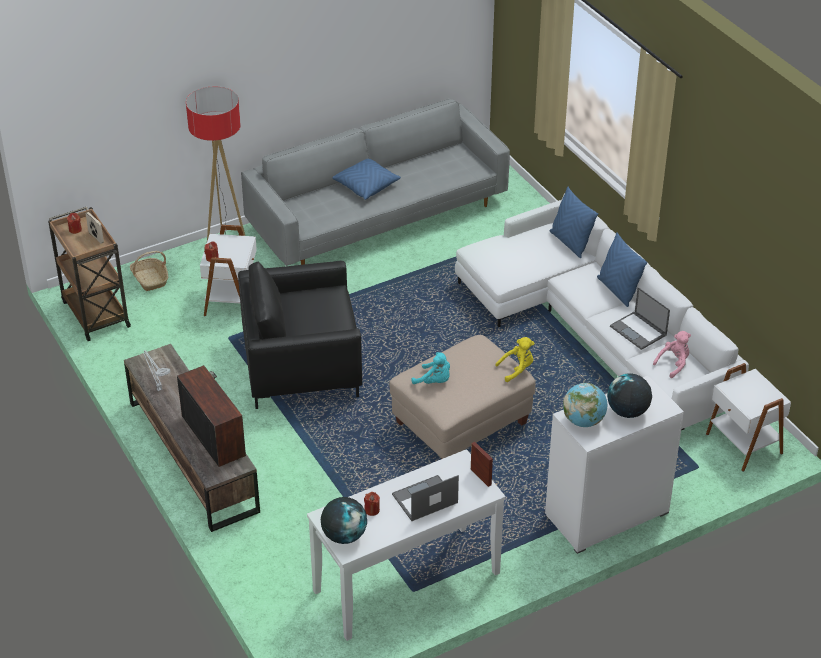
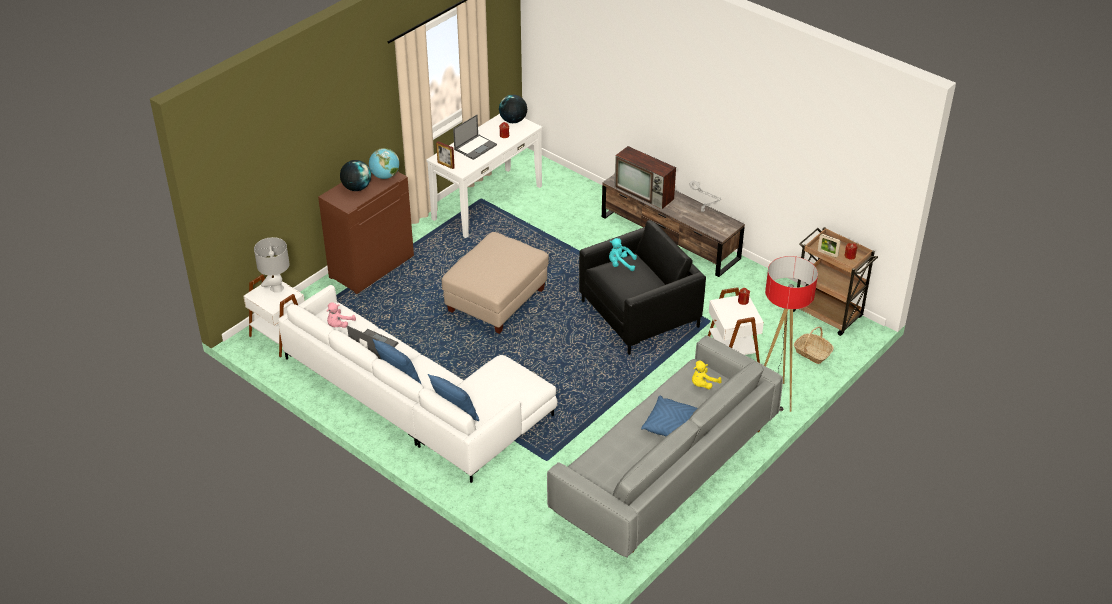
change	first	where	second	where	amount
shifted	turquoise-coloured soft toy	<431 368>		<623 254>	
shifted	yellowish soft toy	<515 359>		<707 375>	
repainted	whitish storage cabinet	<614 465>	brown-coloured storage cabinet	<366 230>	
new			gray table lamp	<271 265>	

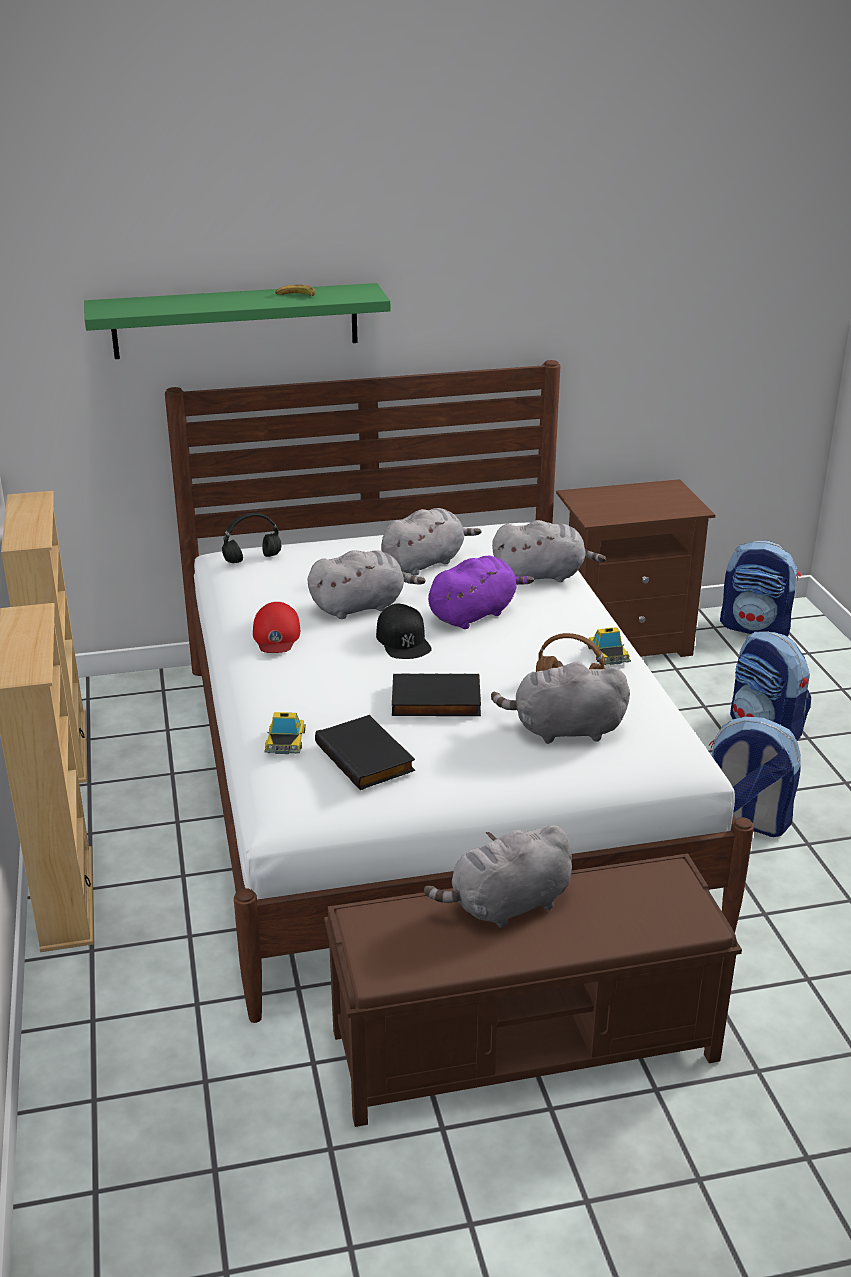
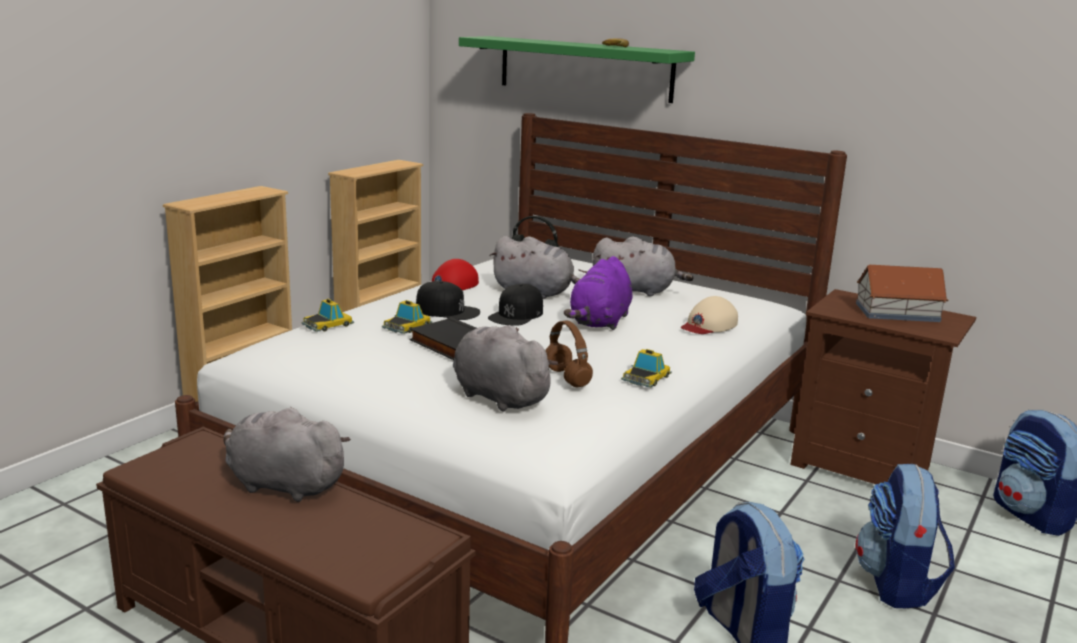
change	first	where	second	where	amount
gone	blackish book	<365 752>			
rotated	purple-coloured soft toy	<481 592>		<598 293>	105 degrees clockwise
swapped	gray soft toy	<549 551>	beige-coloured peaked cap	<709 315>	
new			model car	<407 317>	
new			blackish peaked cap	<448 300>	
new			miniature house	<902 293>	

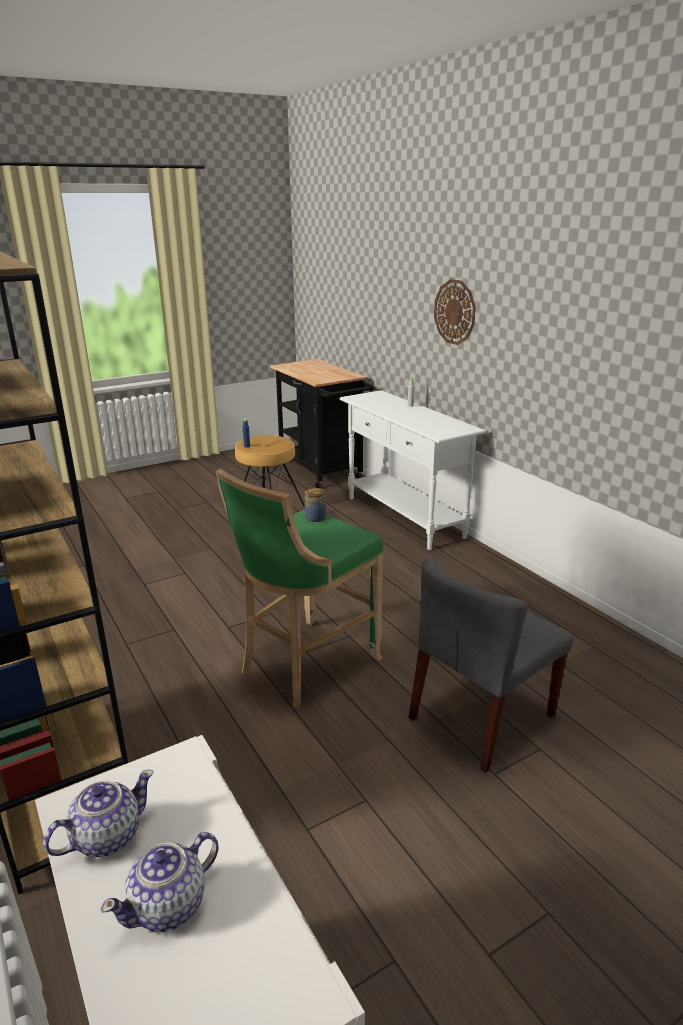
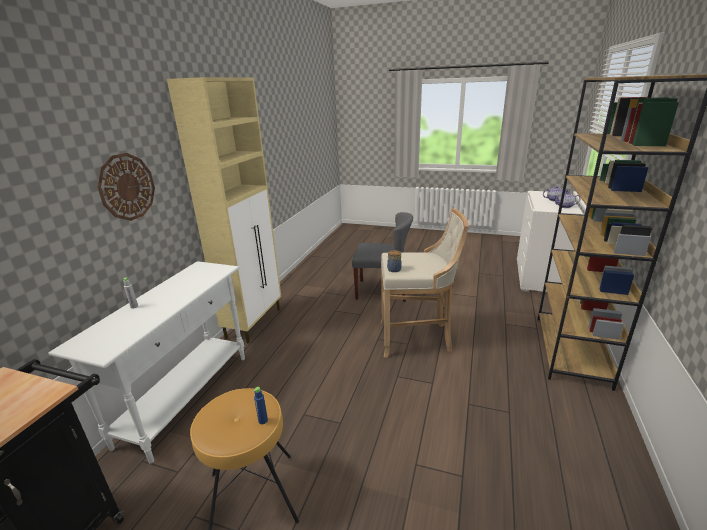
change	first	where	second	where	amount
repainted	greenish stool seat	<299 588>	beige-coloured stool seat	<425 283>	
new			beige-coloured storage cabinet	<224 210>	

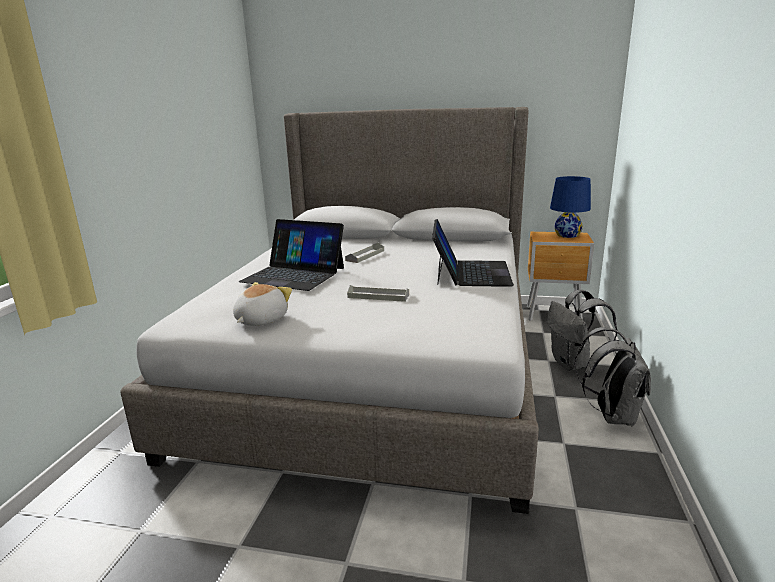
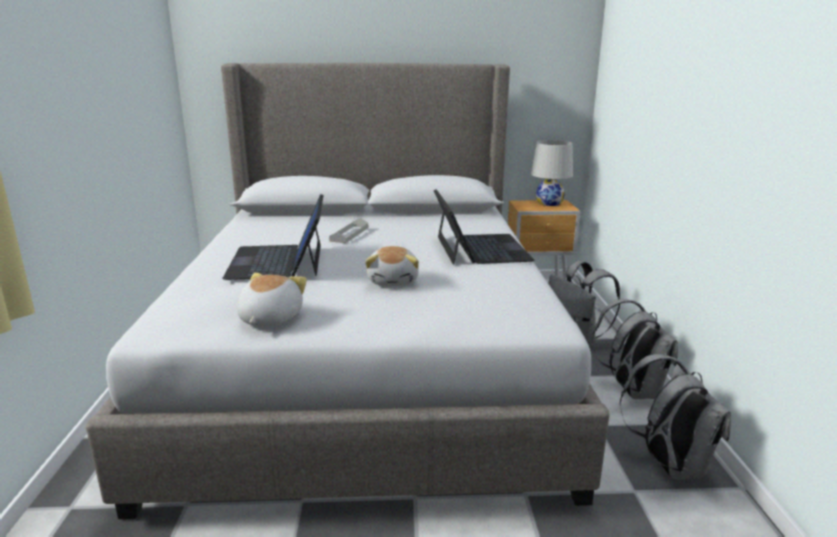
change	first	where	second	where	amount
rotated	laptop	<291 255>		<273 237>	75 degrees clockwise
swapped	gray tray	<378 293>	soft toy	<392 266>	
repainted	blue-coloured table lamp	<570 207>	whitish table lamp	<552 173>	
new			gray knapsack	<675 417>	

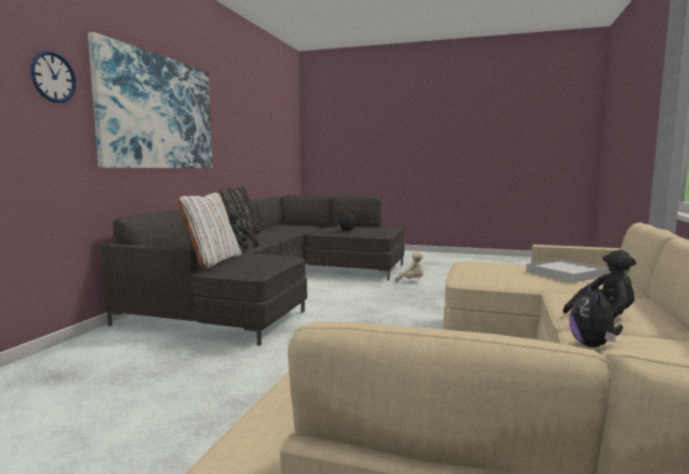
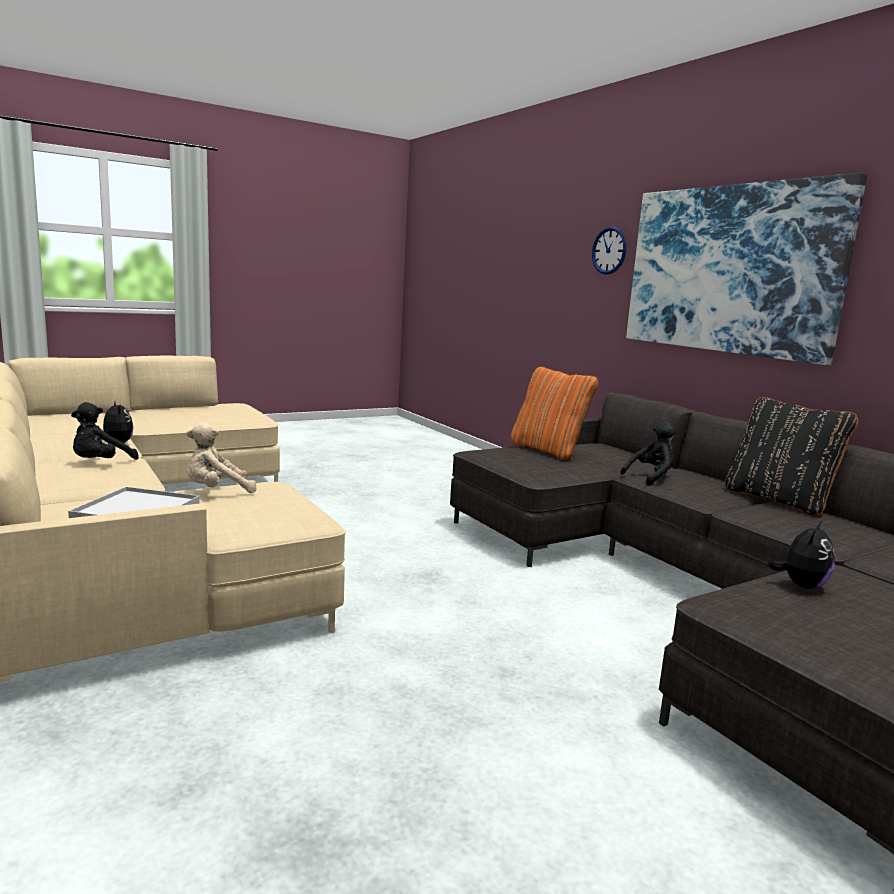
change	first	where	second	where	amount
repainted	whitish pillow	<209 231>	orange pillow	<555 413>	
shifted	beige-coloured soft toy	<409 266>		<221 457>	

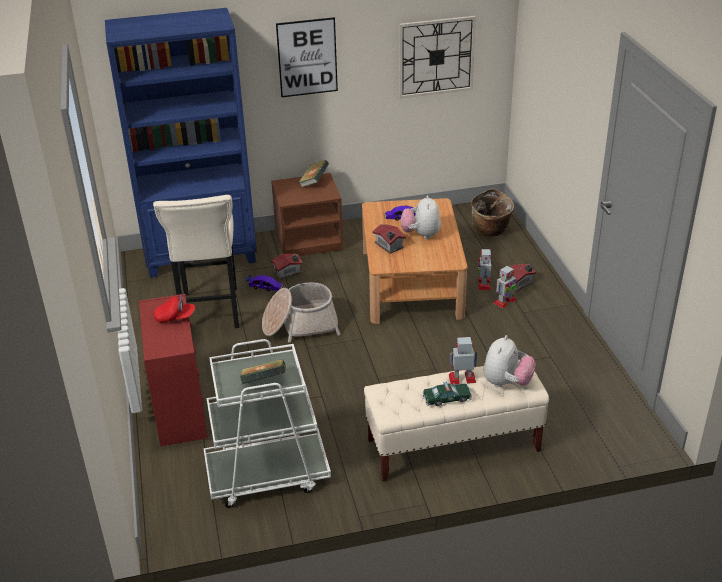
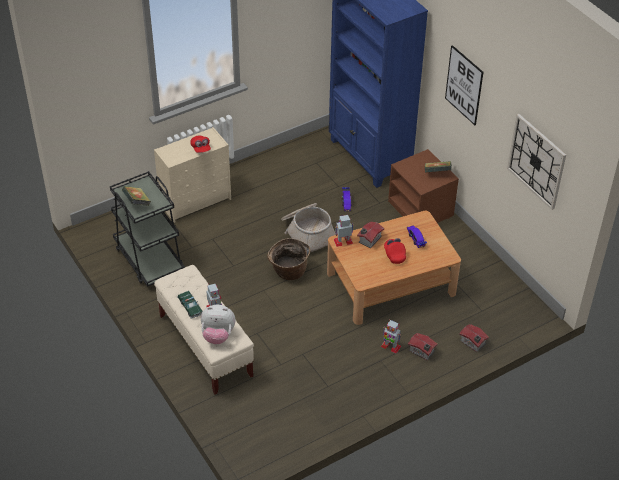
change	first	where	second	where	amount
repainted	red drawer chest	<173 370>	beige-coloured drawer chest	<192 175>	
gone	beige-coloured stool seat	<196 261>			
repainted	whitish wheeled cart	<267 423>	blackish wheeled cart	<147 229>	
shifted	miniature house	<287 266>		<474 338>	
swapped	soft toy	<421 217>	red peaked cap	<395 251>	
shifted	storage basket	<492 212>		<289 259>	
shifted	model robot	<484 269>		<344 231>	

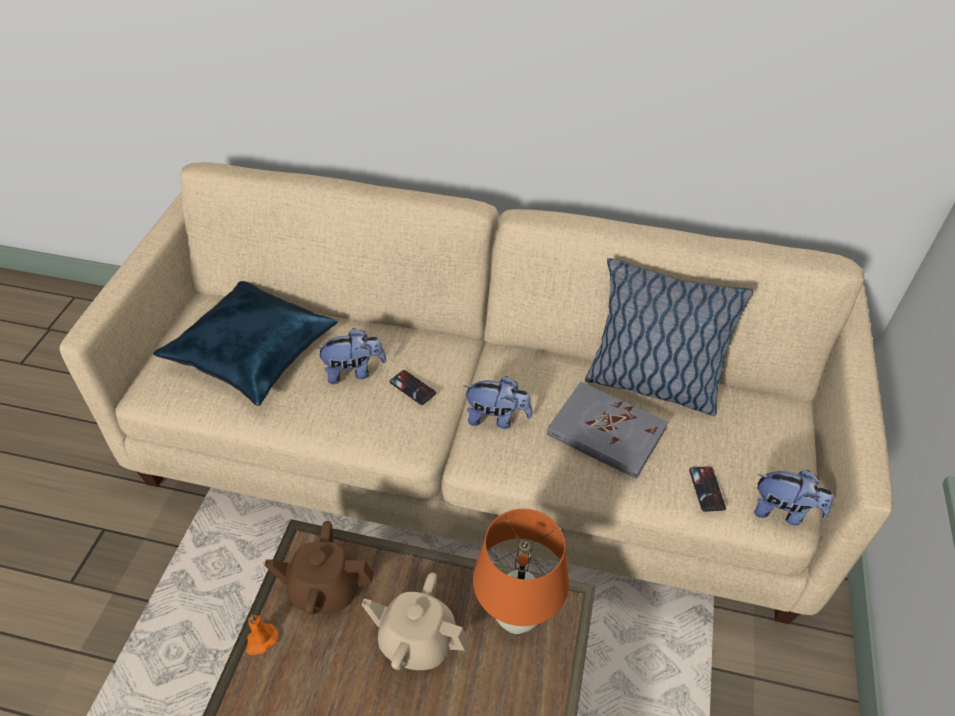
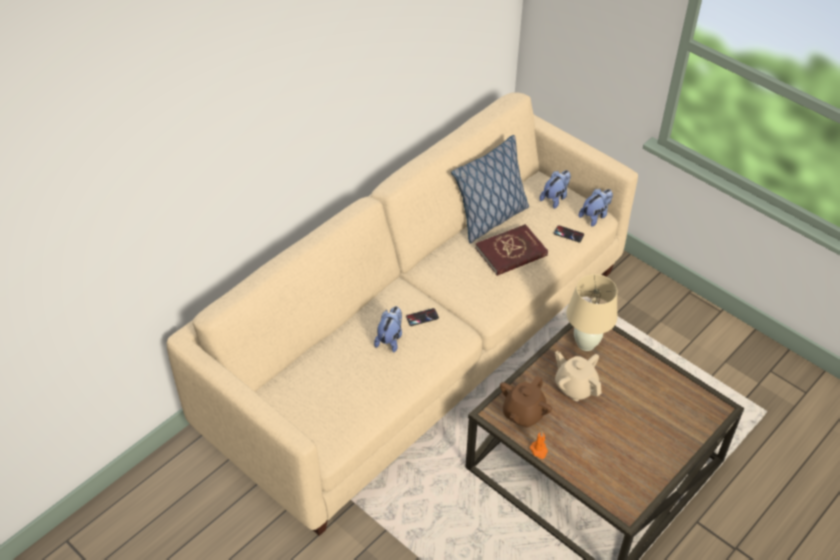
change	first	where	second	where	amount
gone	blue-coloured pillow	<245 343>			
rotated	beige-coloured pot for tea	<415 621>		<578 376>	90 degrees clockwise
shifted	soft toy	<498 402>		<555 189>	
repainted	orange table lamp	<521 571>	beige-coloured table lamp	<592 312>	
repainted	gray book	<607 430>	red book	<511 250>	

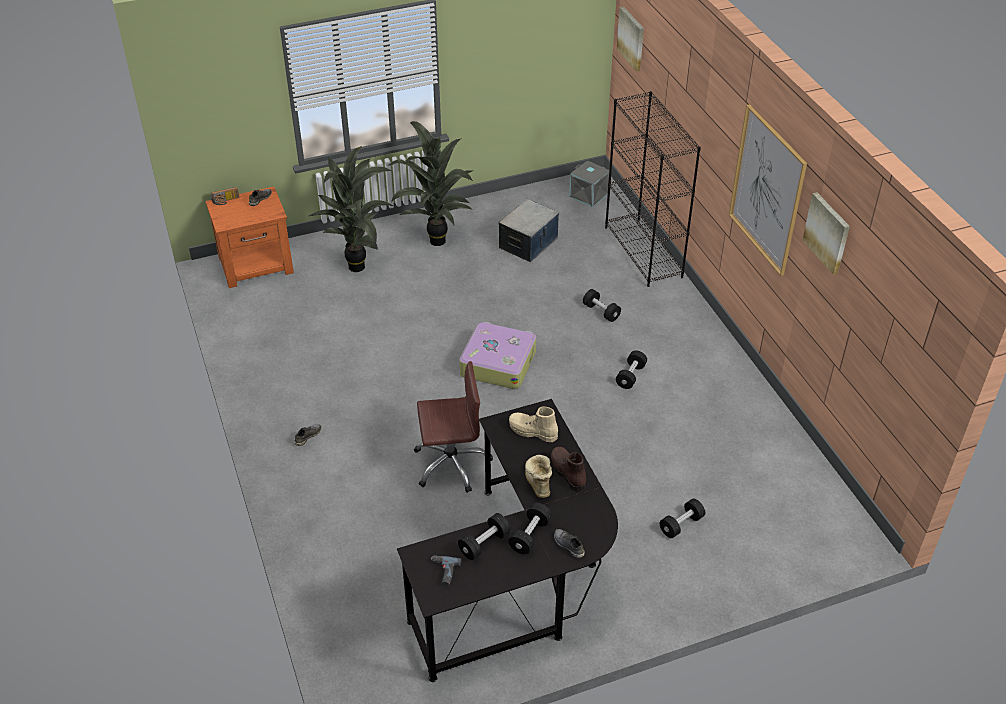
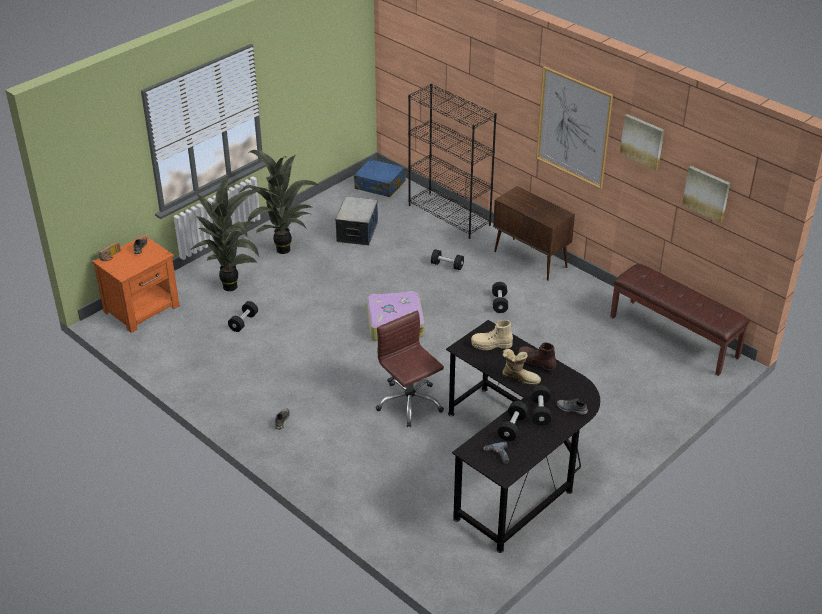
change	first	where	second	where	amount
rotated	brown-coloured computer chair	<453 427>		<410 368>	90 degrees counterclockwise
rotated	boot	<538 476>		<521 367>	150 degrees clockwise
swapped	gray storage container	<589 183>	blue-coloured piece of luggage	<379 178>	
shifted	wall art	<630 39>		<706 194>	
shifted	blackish hand weight	<682 518>		<243 316>	
new			brown-coloured storage cabinet	<534 233>	
new			brown-coloured long seat	<680 320>	

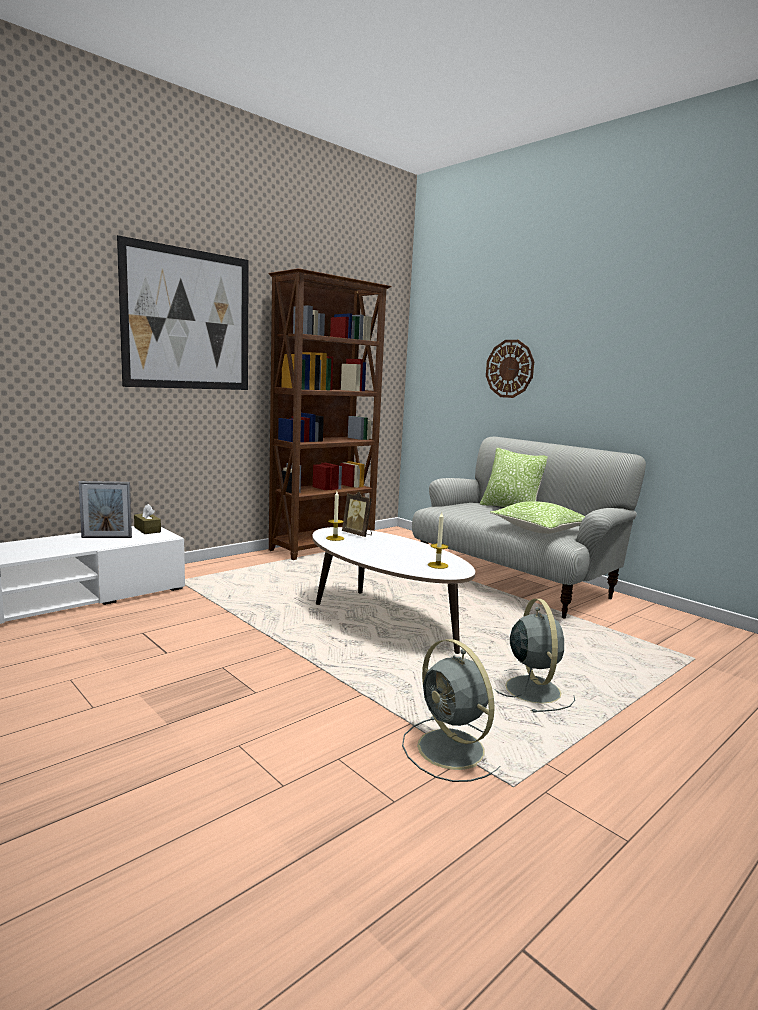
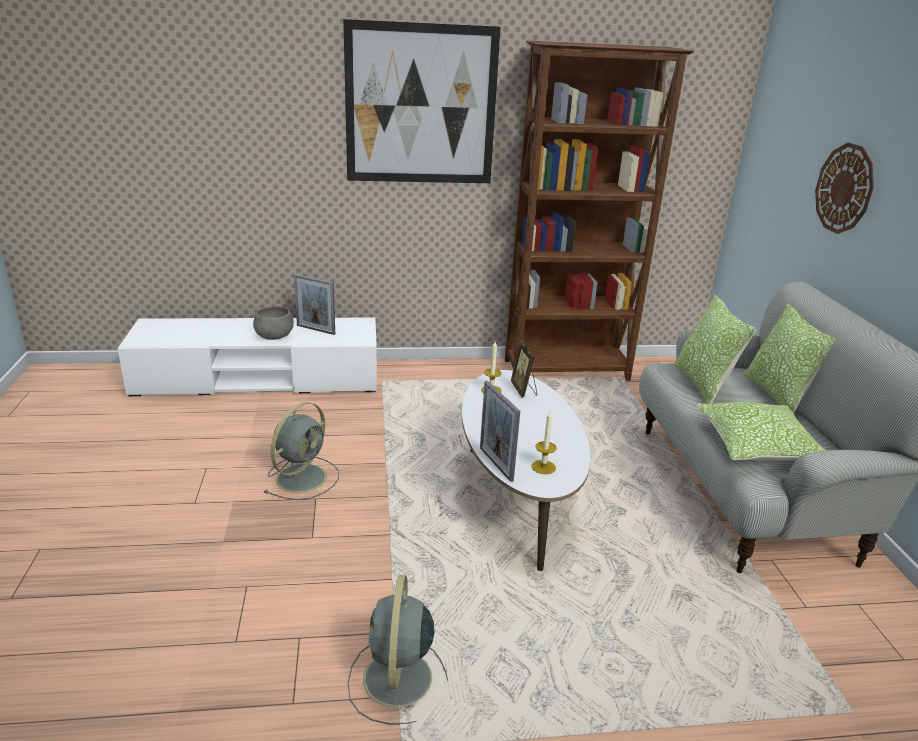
change	first	where	second	where	amount
gone	brown-coloured box of tissues	<147 519>			
shifted	gray electric fan	<534 656>		<301 451>	
new			gray serving bowl	<273 323>	
new			standing frame	<500 431>	
new			pillow	<715 349>	

